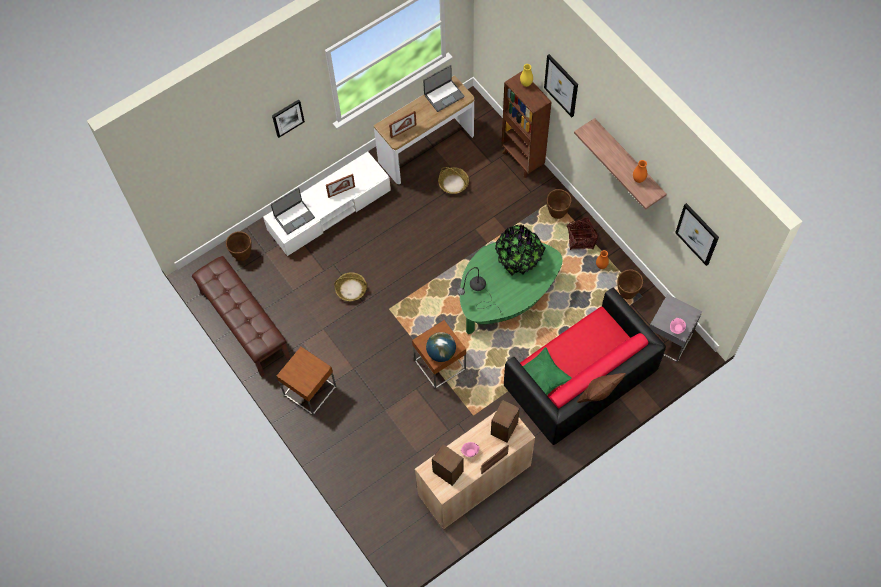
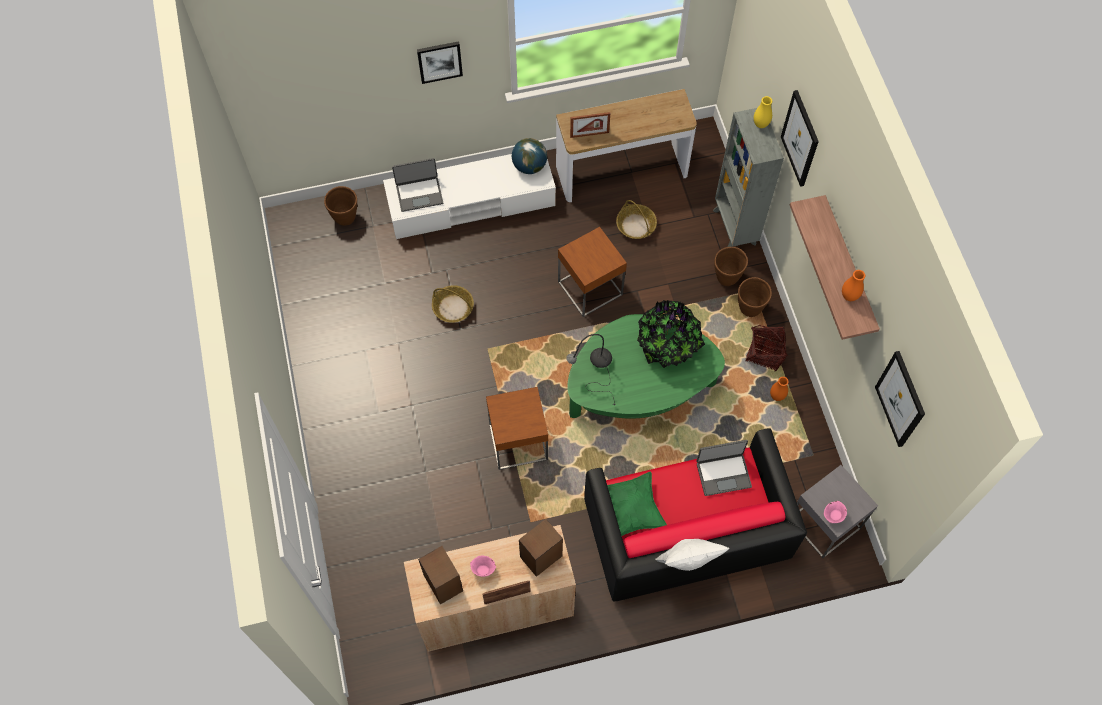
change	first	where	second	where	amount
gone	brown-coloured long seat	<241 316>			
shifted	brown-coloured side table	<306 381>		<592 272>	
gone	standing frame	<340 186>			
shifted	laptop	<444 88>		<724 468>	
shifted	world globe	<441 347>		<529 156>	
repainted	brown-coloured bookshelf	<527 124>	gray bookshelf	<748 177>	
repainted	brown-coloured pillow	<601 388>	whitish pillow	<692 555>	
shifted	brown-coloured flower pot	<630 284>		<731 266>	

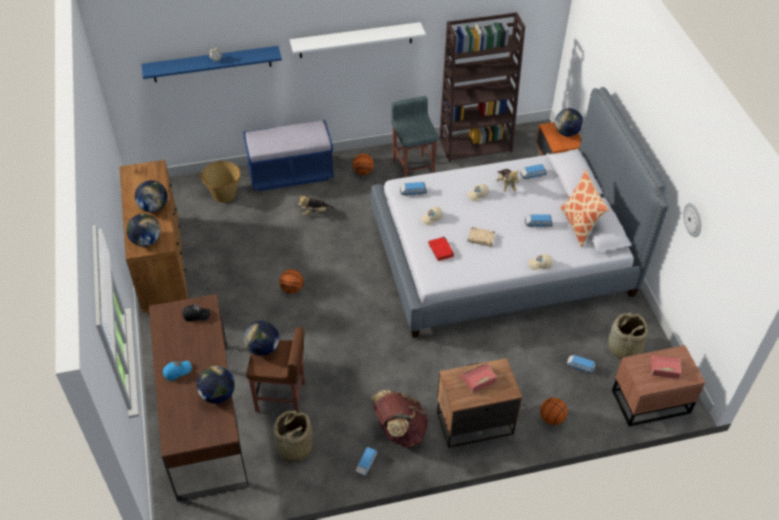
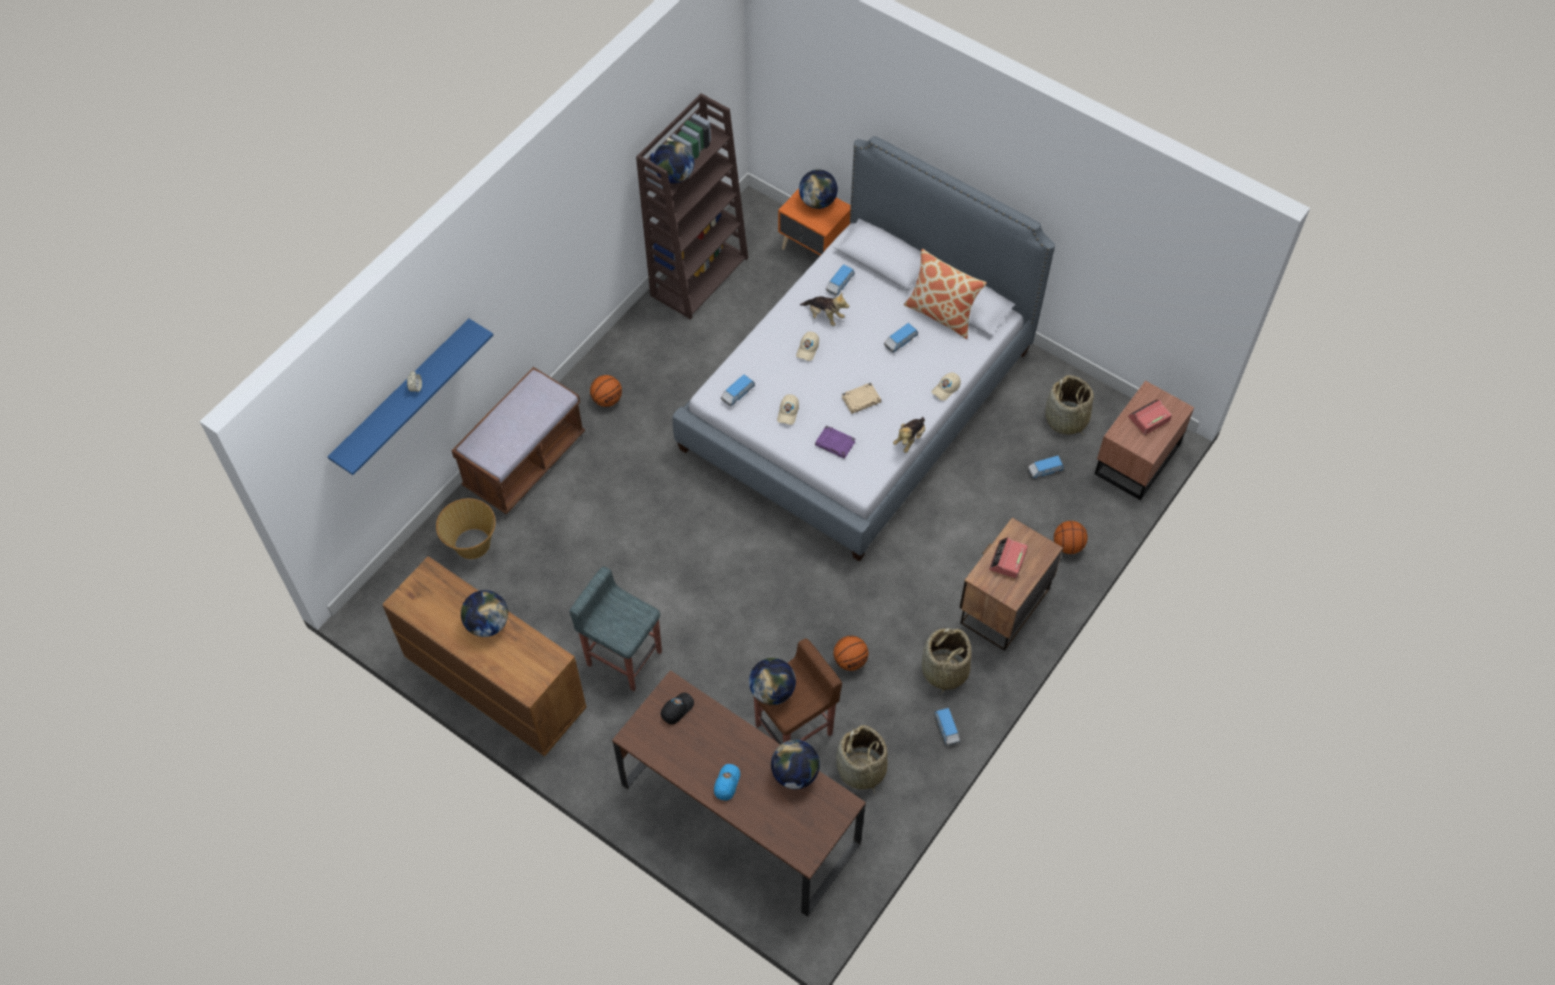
change	first	where	second	where	amount
shifted	world globe	<143 230>		<673 162>	
repainted	blue-coloured long seat	<288 155>	brown-coloured long seat	<518 441>	
shifted	basketball	<291 281>		<851 653>	
gone	whitish shelf	<358 40>			
shifted	soft toy	<316 205>		<909 435>	
swapped	brown-coloured knapsack	<400 419>	storage basket	<947 661>	
shifted	gray stool seat	<414 137>		<615 628>	
repainted	red book	<441 249>	purple-coloured book	<835 442>	
gone	clock on the wall	<692 220>			

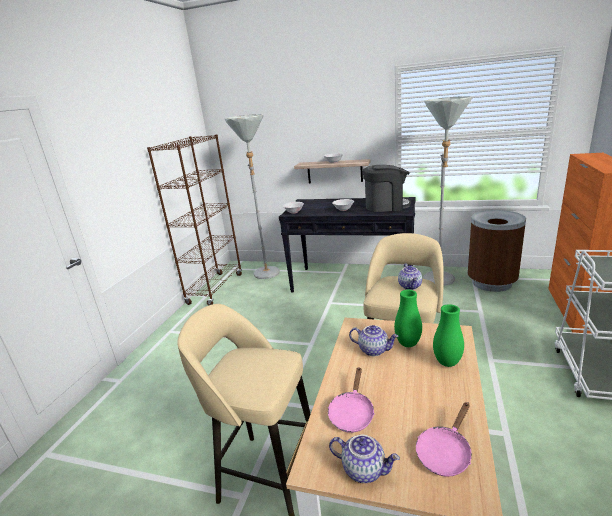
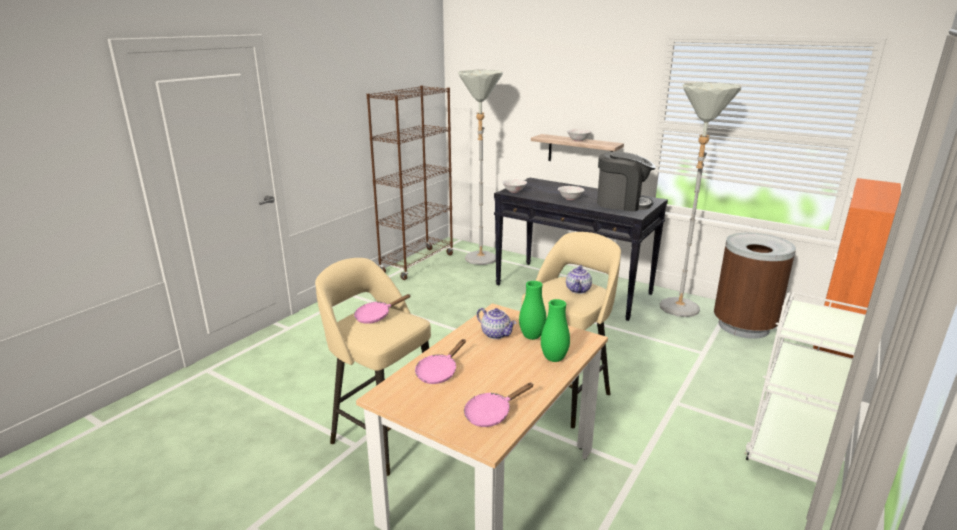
change	first	where	second	where	amount
gone	pot for tea	<364 459>			
new			pink frying pan	<382 309>	

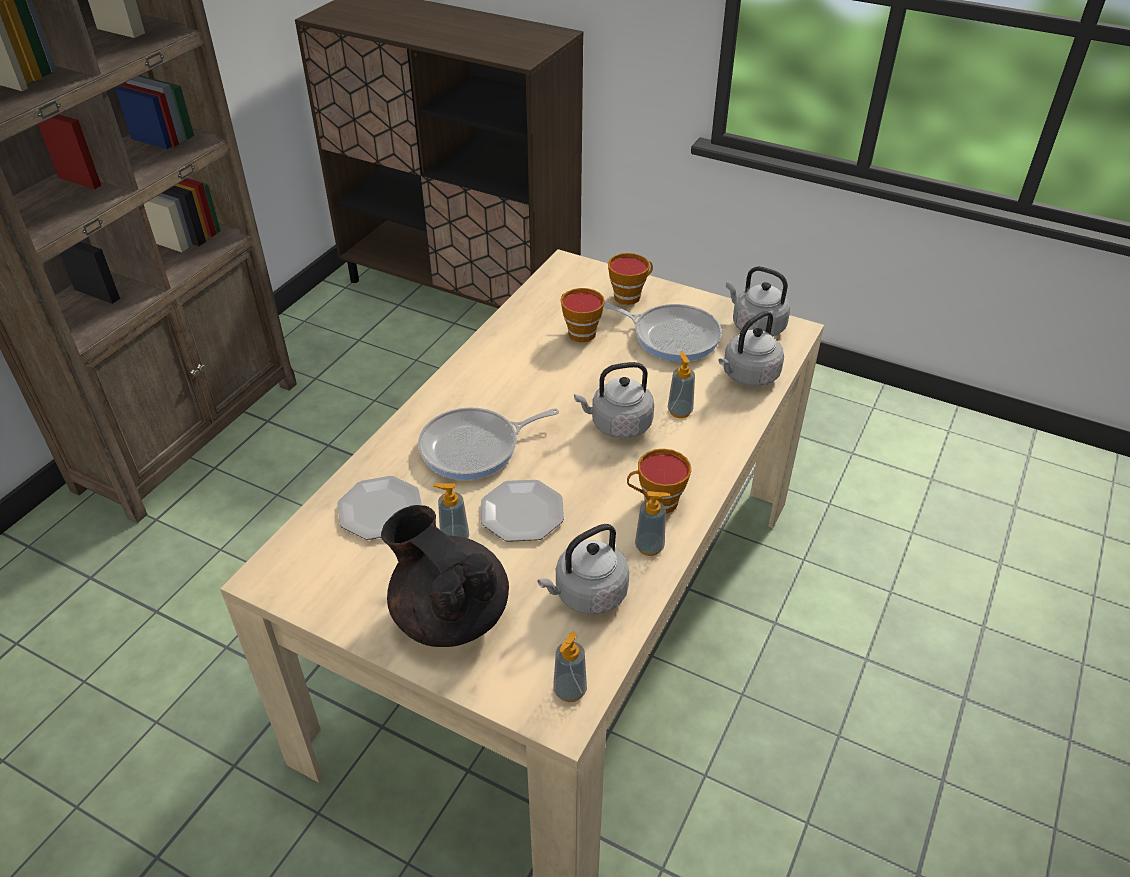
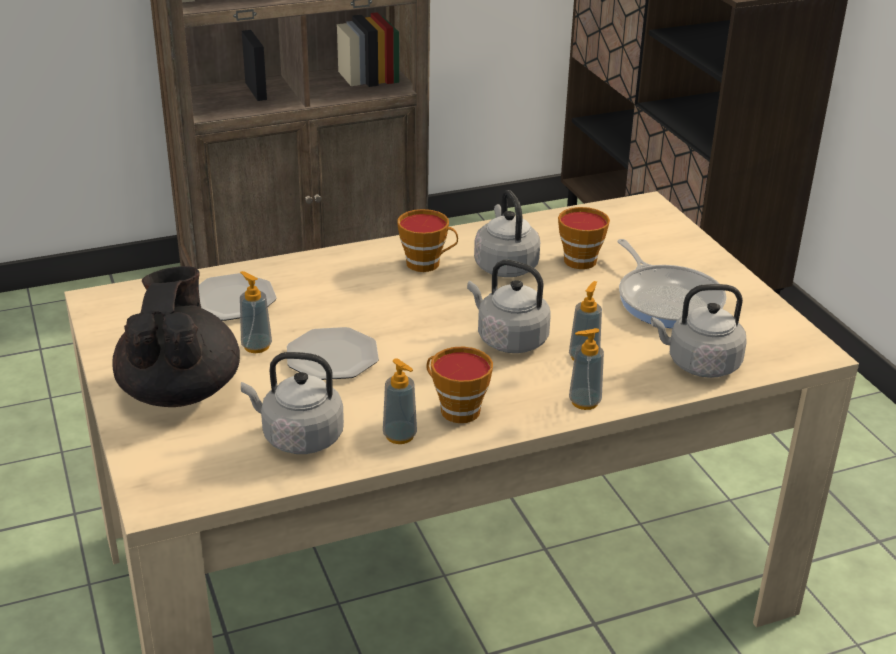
change	first	where	second	where	amount
gone	frying pan	<488 443>			
shifted	liquid soap bottle	<570 667>		<586 369>	
shifted	drinking cup	<630 279>		<427 240>	
shifted	gray tea kettle	<758 301>		<507 233>	

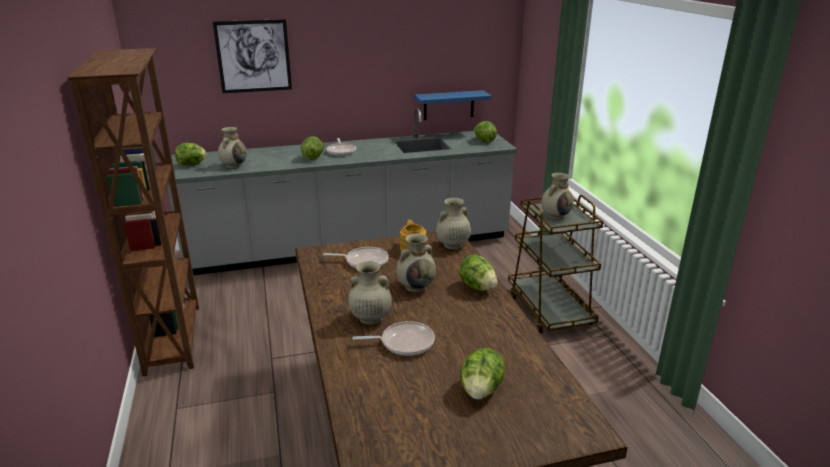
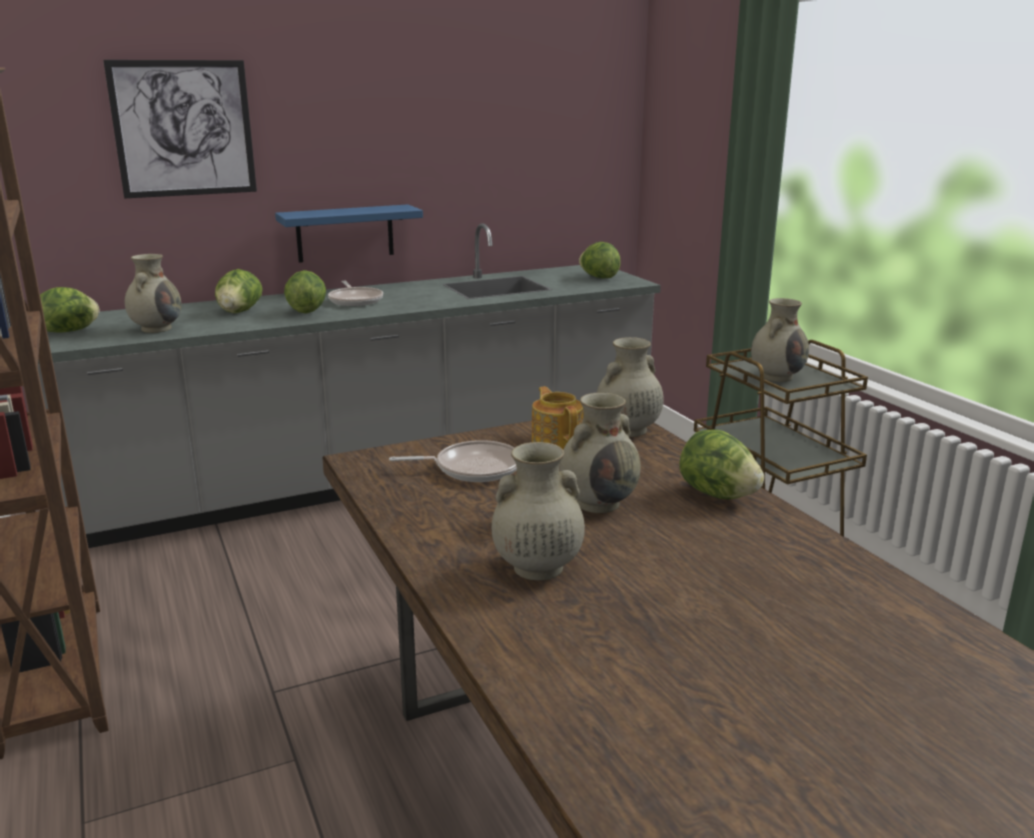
change	first	where	second	where	amount
gone	frying pan	<393 338>			
shifted	blue-coloured shelf	<453 105>		<349 233>	
shifted	lettuce head	<482 374>		<239 291>	

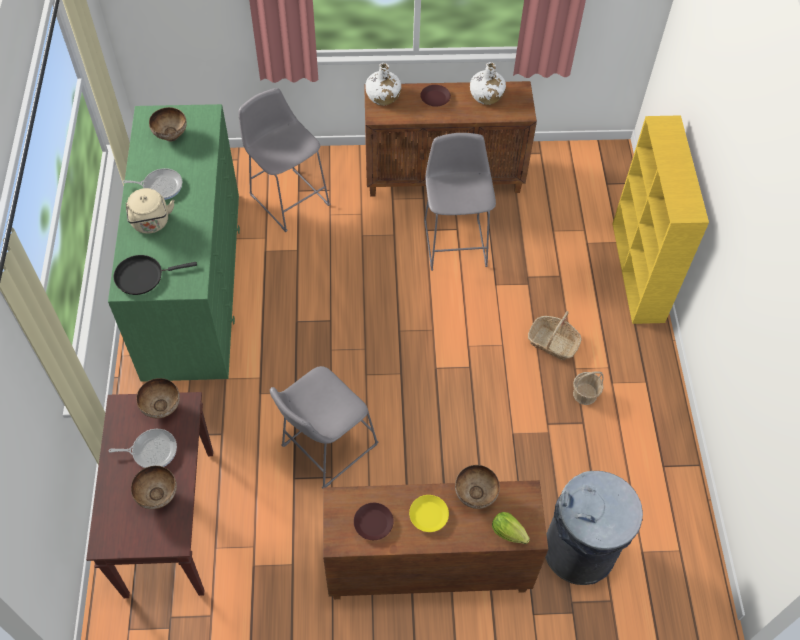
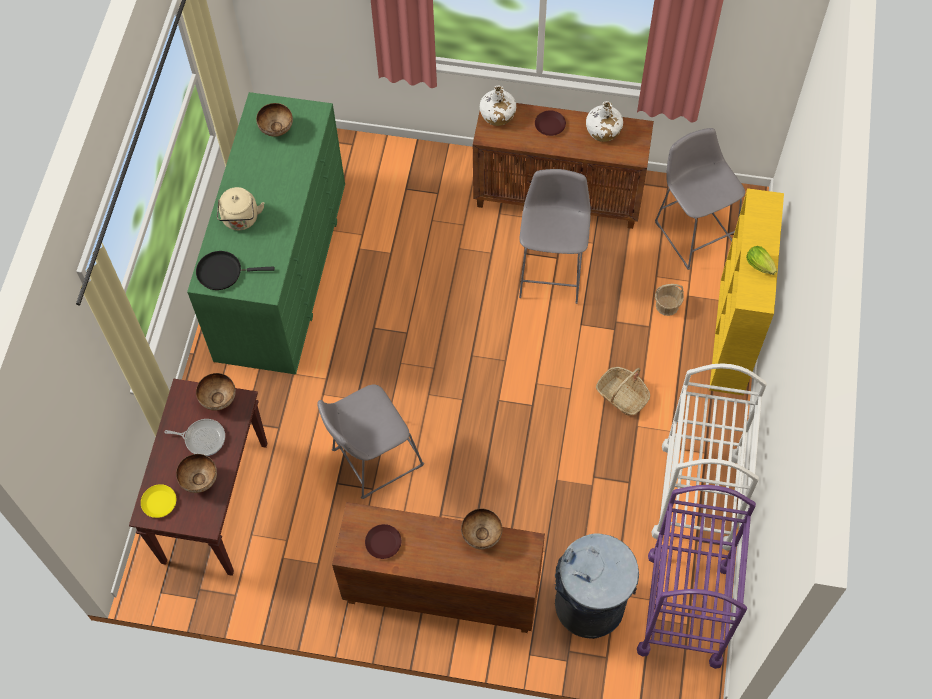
change	first	where	second	where	amount
gone	frying pan	<152 184>			
shifted	gray stool seat	<284 160>		<700 199>	
shifted	yellowish dinner plate	<429 513>		<158 501>	
shifted	lettuce head	<511 528>		<761 260>	
shifted	storage basket	<588 388>		<669 300>	
new			purple-coloured wheeled cart	<696 577>	
new			whitish wheeled cart	<709 456>	

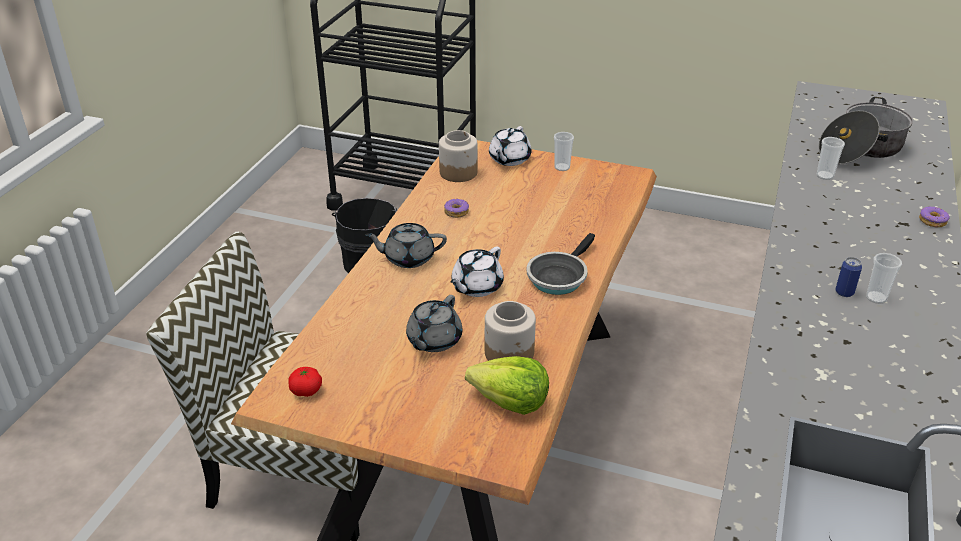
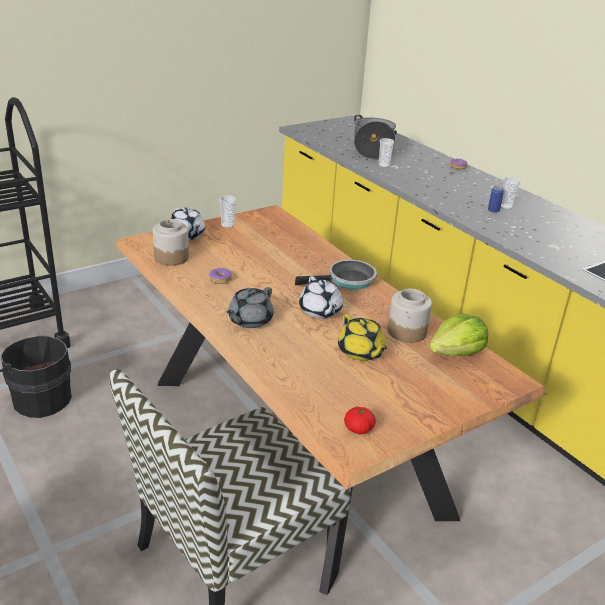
change	first	where	second	where	amount
repainted	gray pot for tea	<434 323>	yellowish pot for tea	<362 337>	
rotated	frying pan	<561 264>		<336 275>	90 degrees counterclockwise

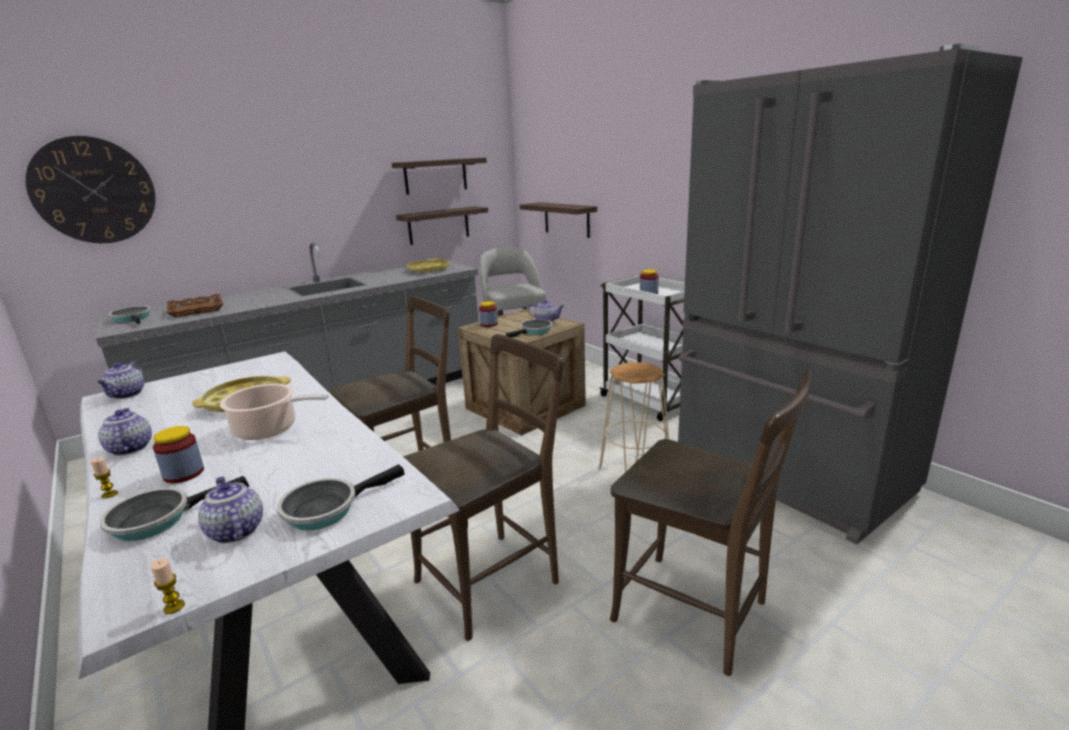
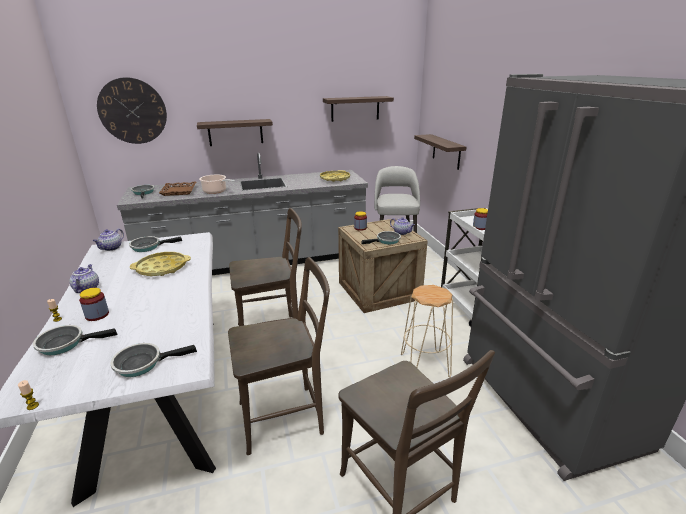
change	first	where	second	where	amount
gone	pot for tea	<230 510>			
shifted	stockpot	<274 412>		<217 184>	
shifted	shelf	<442 225>		<235 132>	
new			frying pan	<155 244>	

